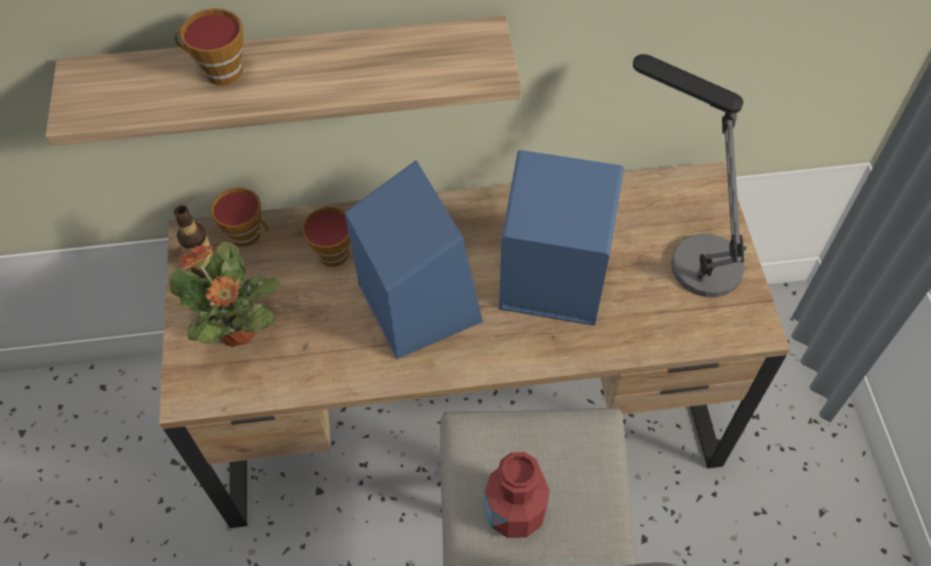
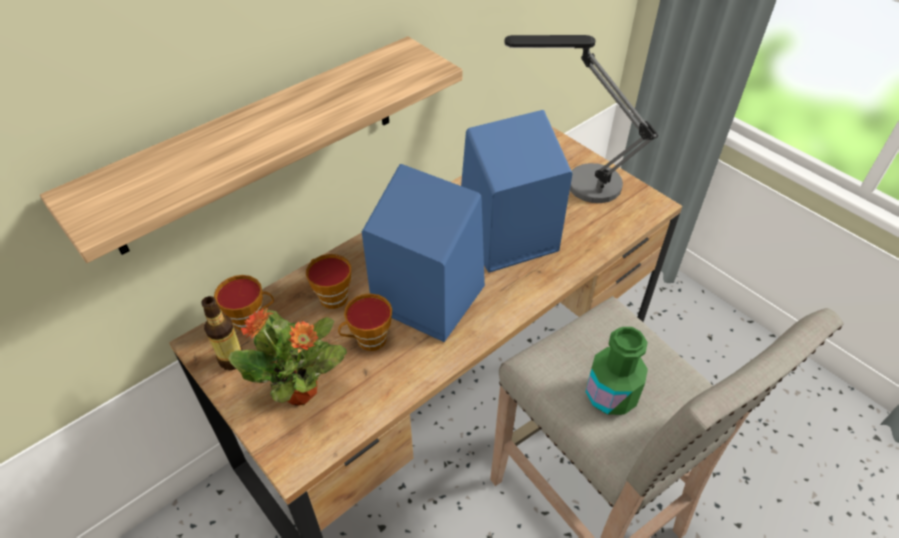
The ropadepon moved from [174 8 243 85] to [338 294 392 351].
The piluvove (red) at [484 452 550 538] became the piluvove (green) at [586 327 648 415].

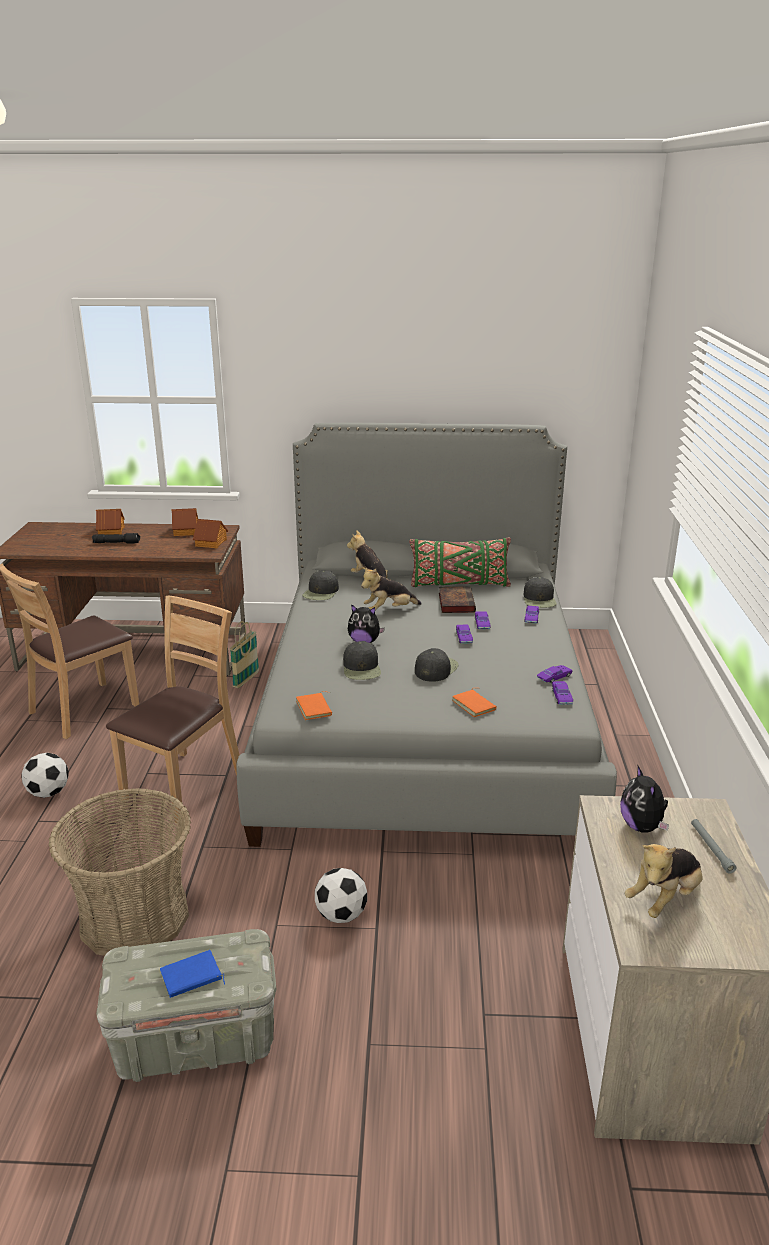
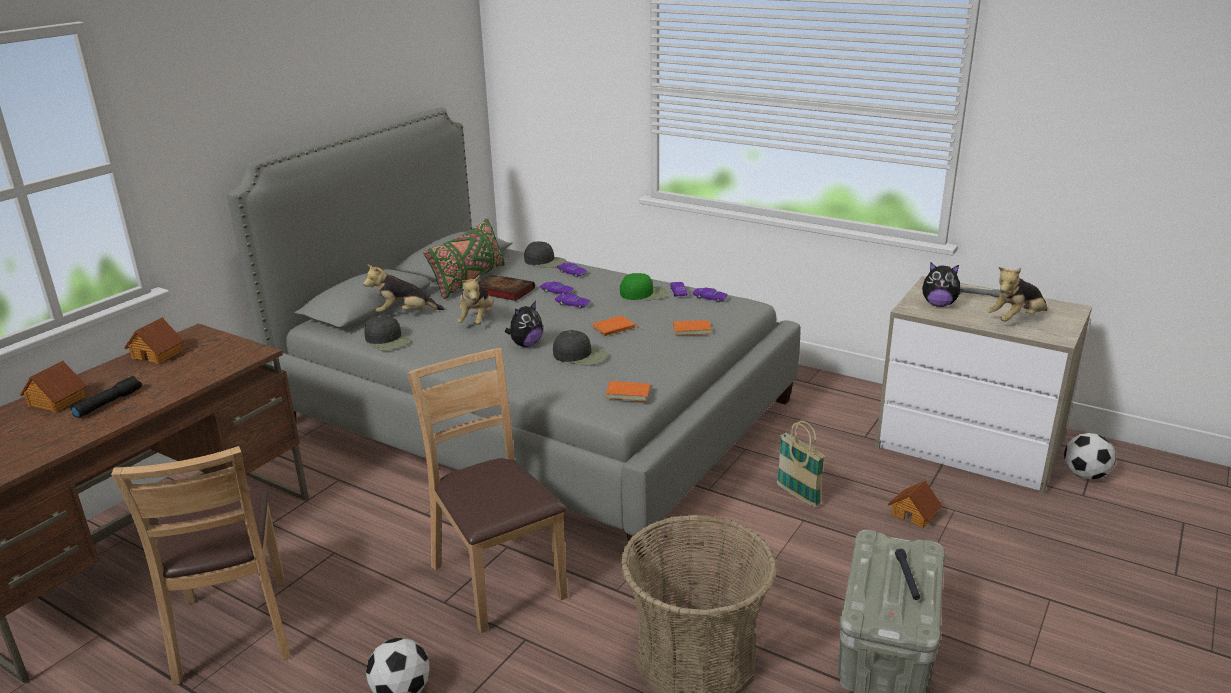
The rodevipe moved from [193 519 228 548] to [888 480 943 528].
The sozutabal moved from [230 621 259 688] to [777 421 825 507].
The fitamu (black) at [415 648 459 682] was replaced by the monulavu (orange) at [592 315 639 336].
The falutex at [624 844 703 918] turned 75 degrees clockwise.
The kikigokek moved from [315 868 367 923] to [1064 433 1116 479].
The monulavu (blue) at [160 950 225 998] was replaced by the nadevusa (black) at [895 548 920 600].
The fitamu (green) at [620 273 668 300] appeared.

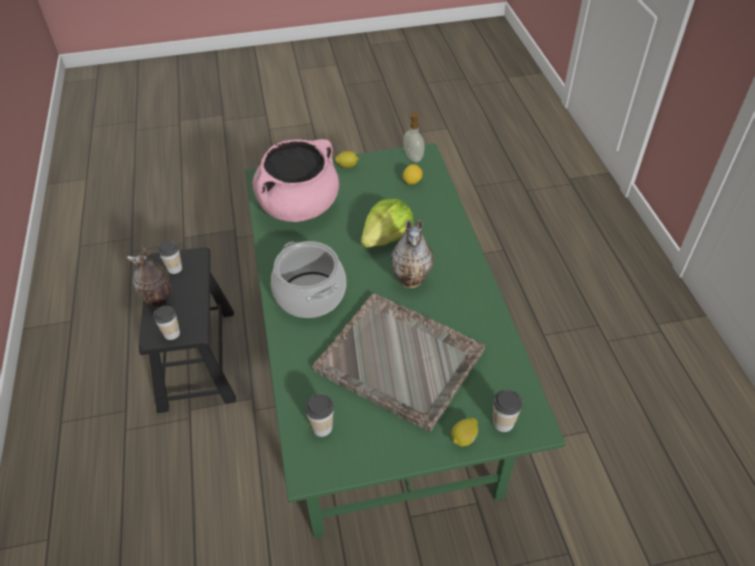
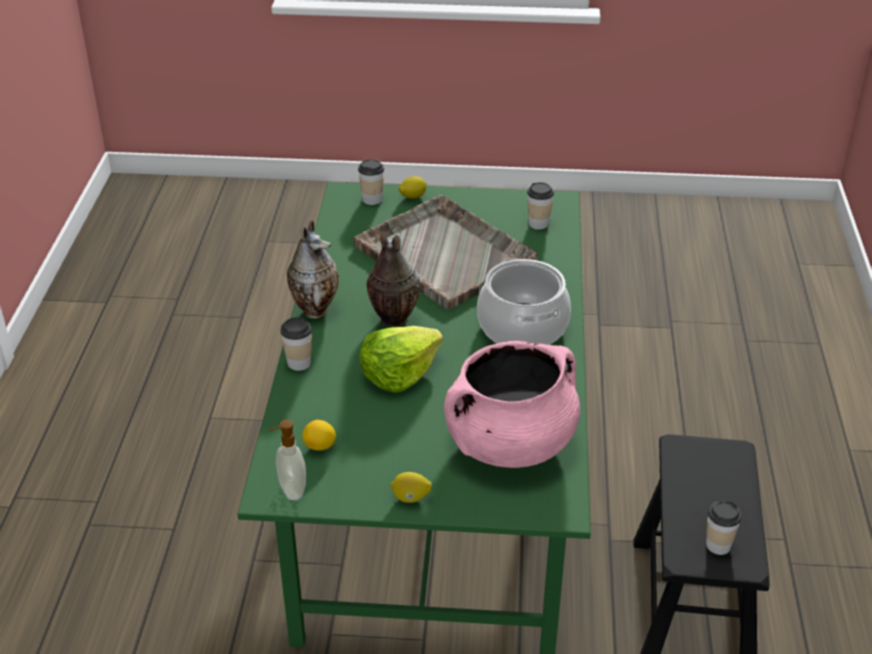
The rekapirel moved from [127 247 172 308] to [287 220 339 319].
The ropadepon moved from [153 306 180 340] to [280 317 312 371].

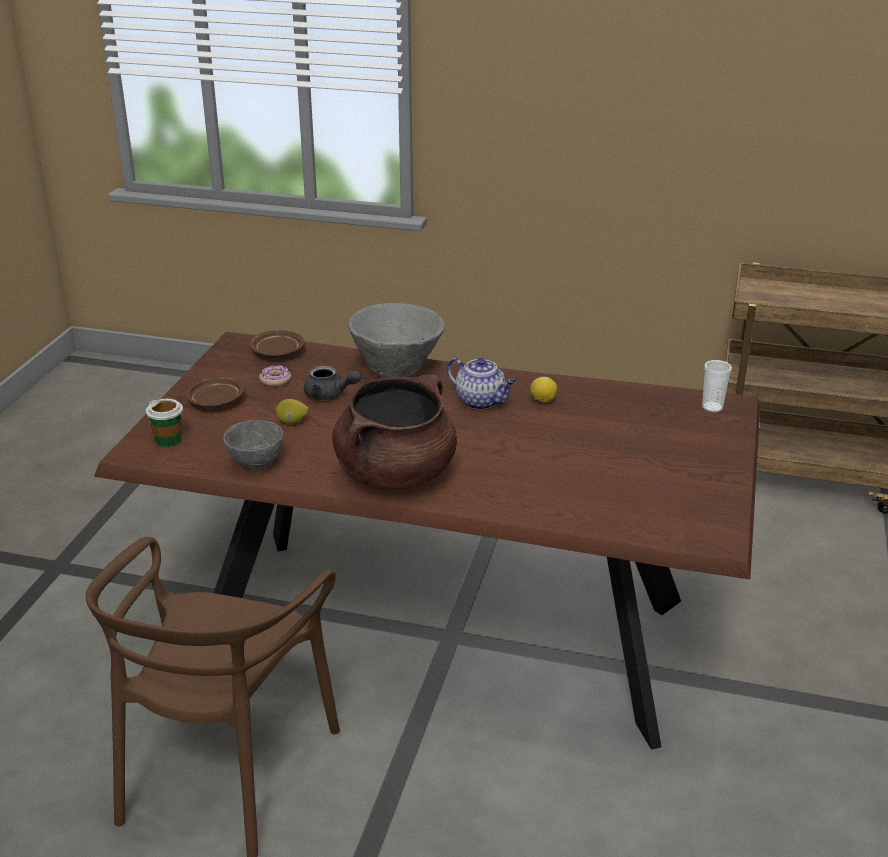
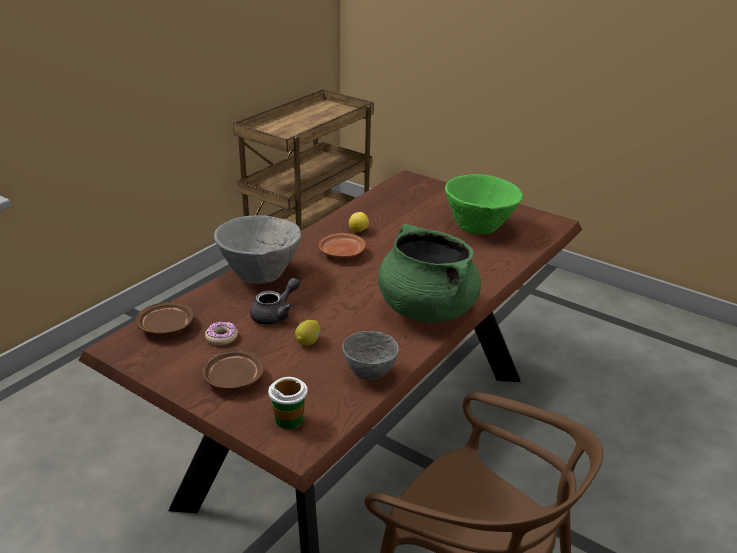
The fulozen at [447 358 516 410] was replaced by the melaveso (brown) at [319 233 366 258].
The ropadepon at [702 360 732 412] disappeared.
The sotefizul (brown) at [332 375 457 491] became the sotefizul (green) at [378 224 481 323].
The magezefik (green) at [445 174 523 234] appeared.

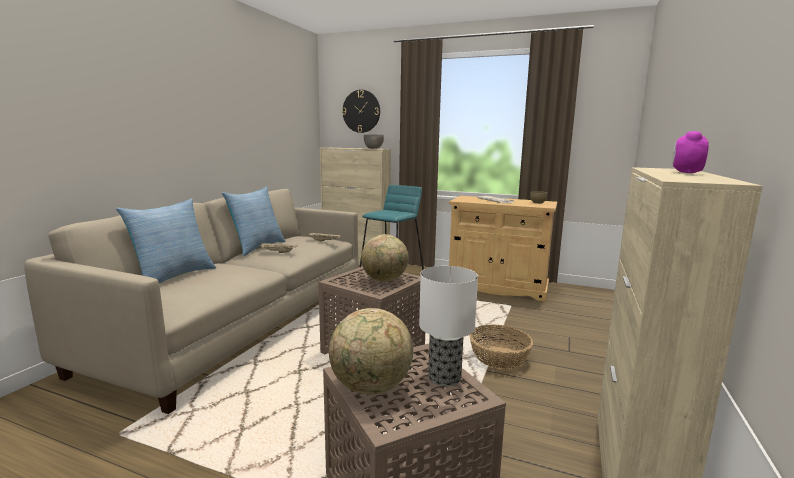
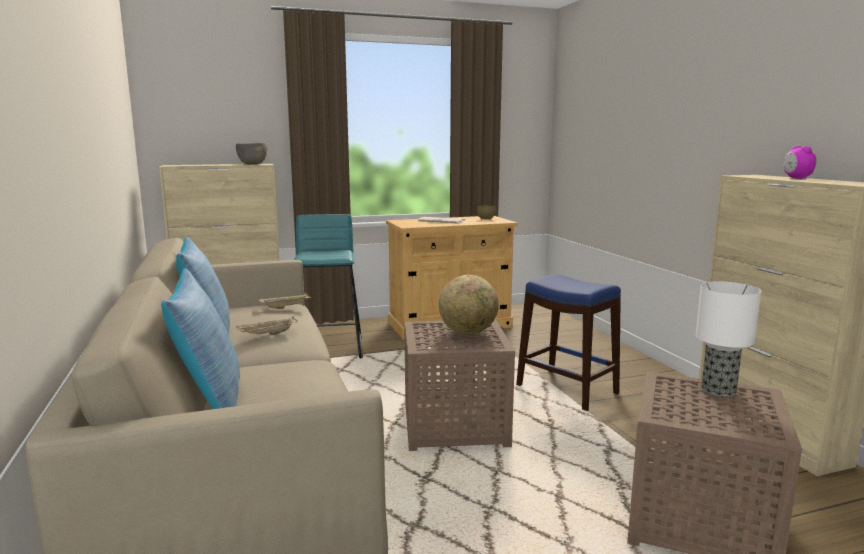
The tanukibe at [342 90 380 133] disappeared.
The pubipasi at [329 308 413 395] disappeared.
The sozutabal at [469 325 533 370] was replaced by the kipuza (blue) at [516 274 621 411].

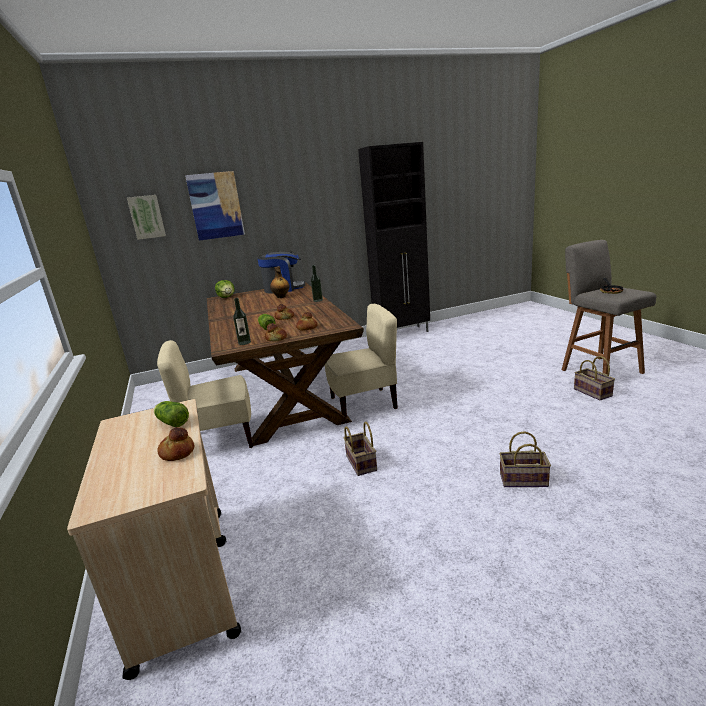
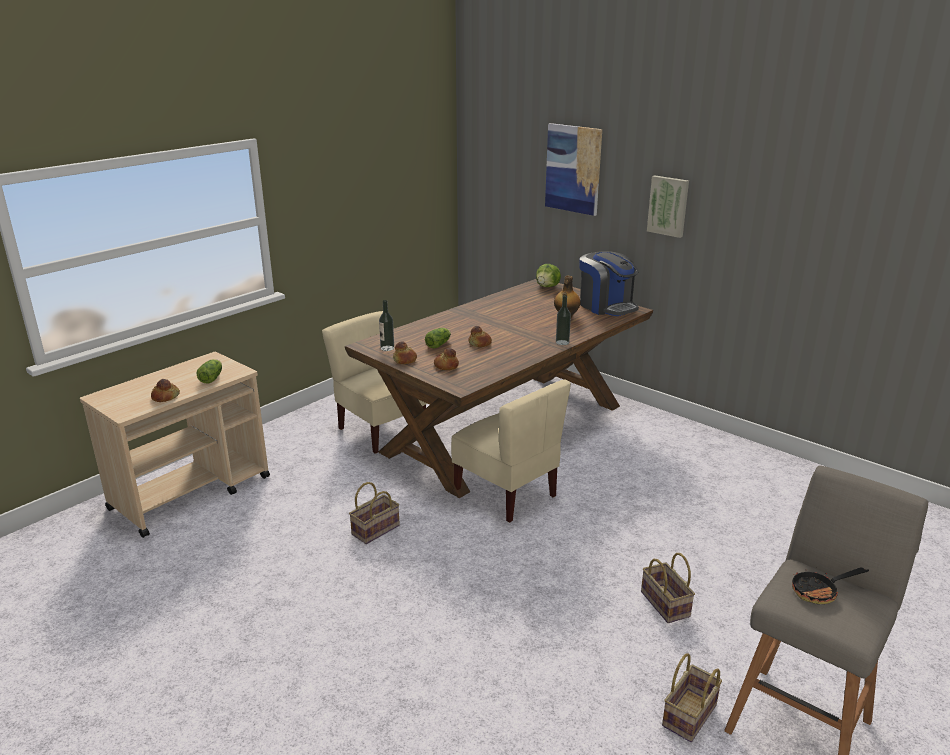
The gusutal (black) at [358 142 430 332] disappeared.
The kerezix moved from [127 195 166 240] to [647 176 689 238].
The sozutabal moved from [499 431 551 487] to [641 553 695 623].

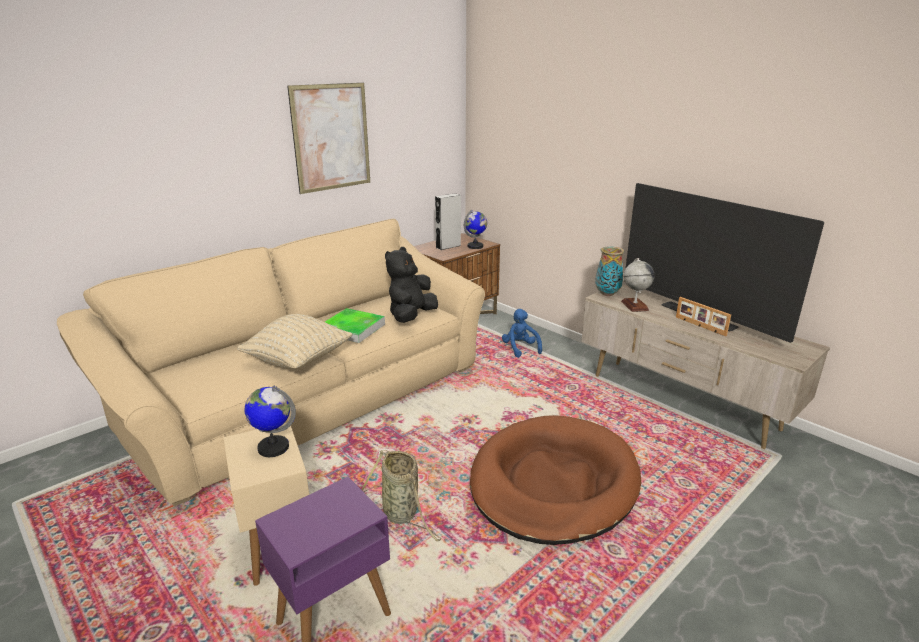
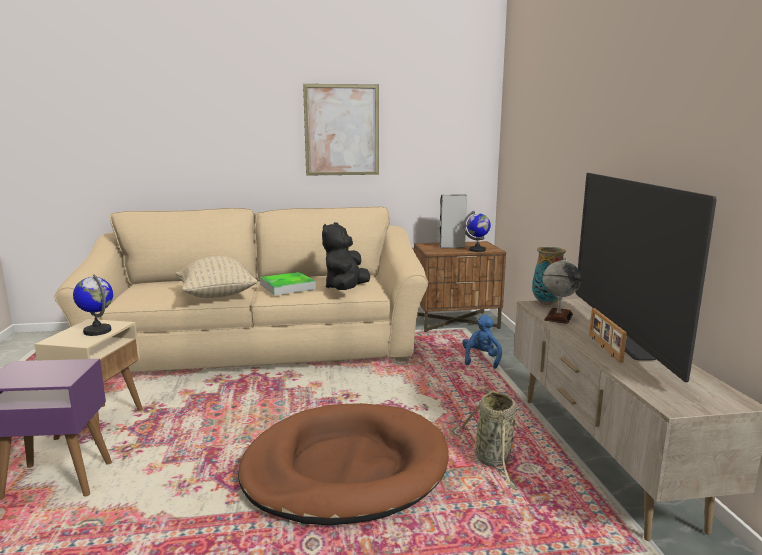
The falutex (black) at [385 247 438 323] turned 45 degrees counterclockwise.
The sozutabal moved from [362 450 441 541] to [459 389 518 490].

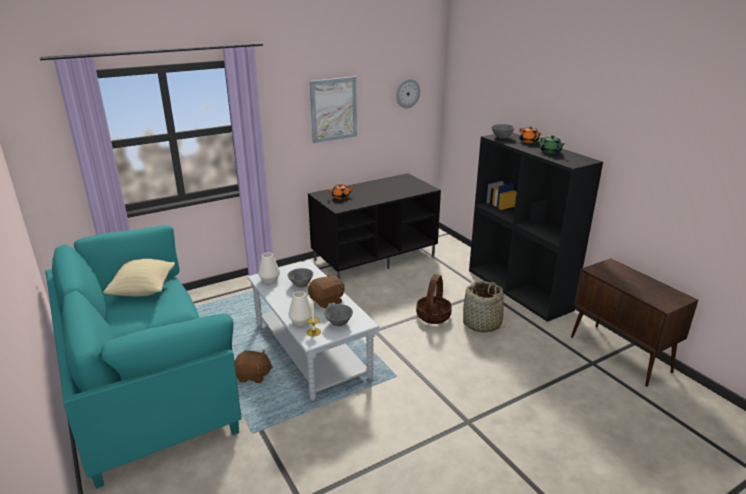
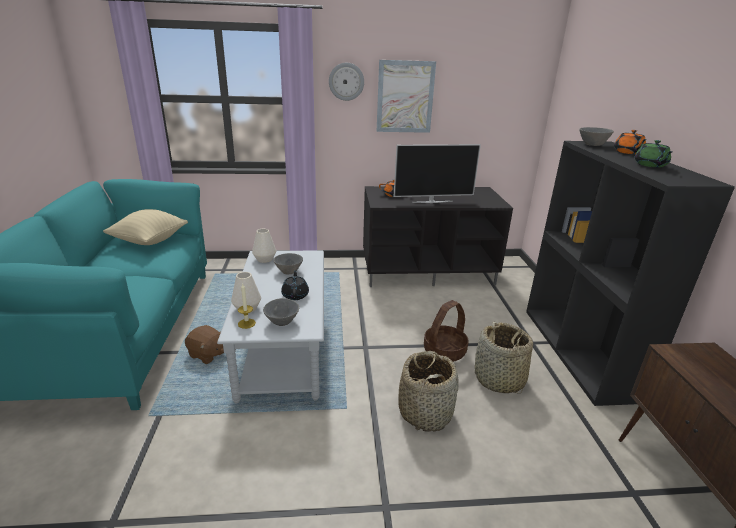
The tanukibe moved from [396 79 420 108] to [329 63 364 101].
The falutex (brown) at [308 274 345 309] was replaced by the fulozen (black) at [281 270 309 300].
The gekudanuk at [393 144 481 203] appeared.
The sozutabal at [398 351 459 432] appeared.

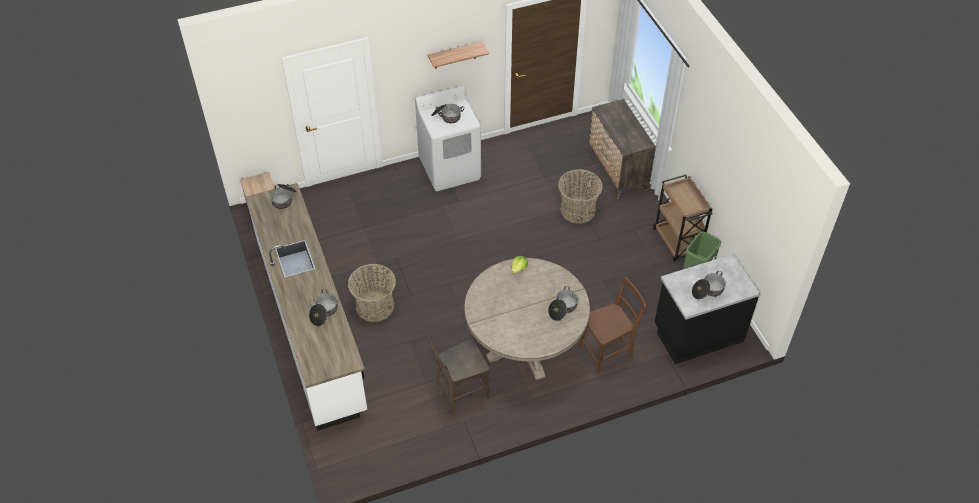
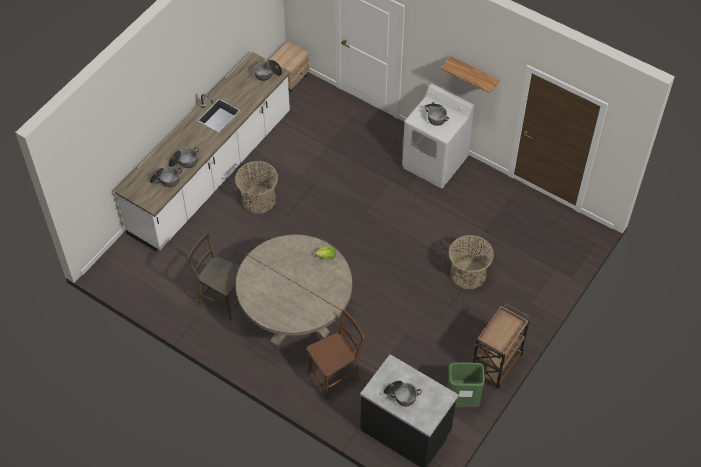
The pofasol at [589 99 656 199] disappeared.
The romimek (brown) at [579 277 646 374] turned 60 degrees counterclockwise.
The sotefizul moved from [548 286 578 321] to [150 167 182 187].

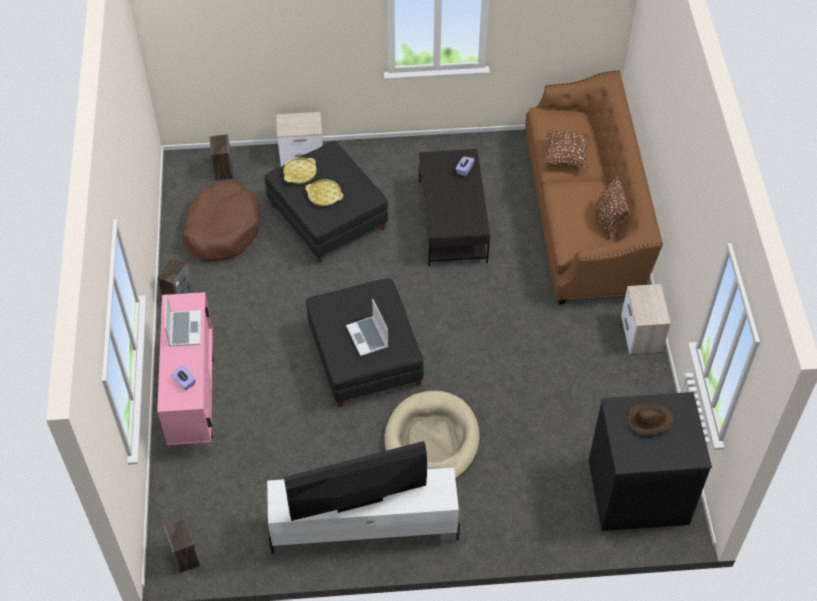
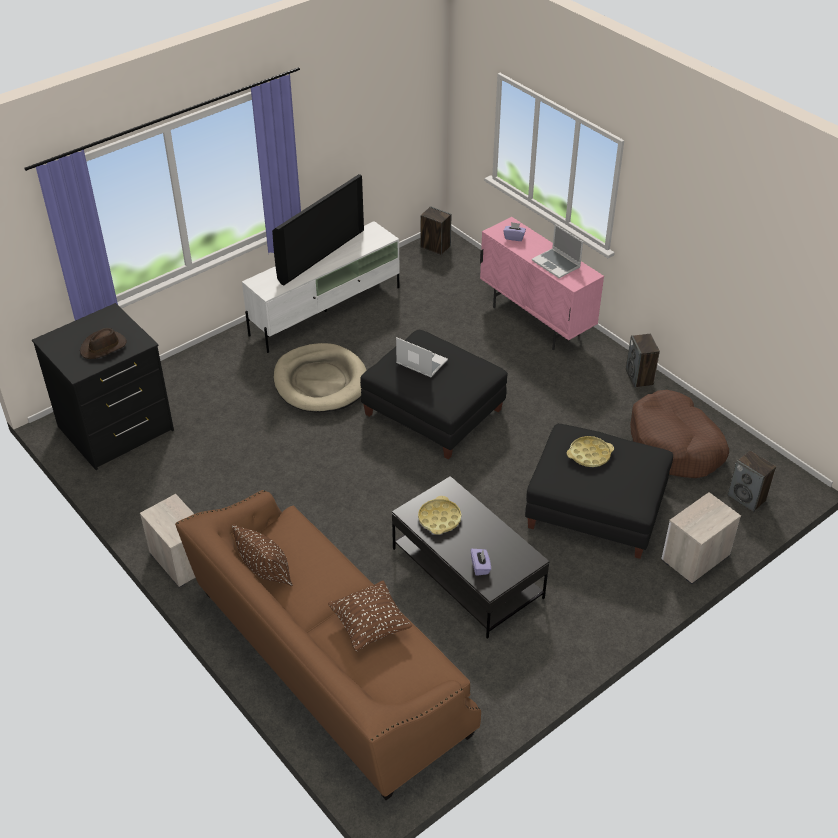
The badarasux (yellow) moved from [283 157 317 184] to [418 496 461 534].

